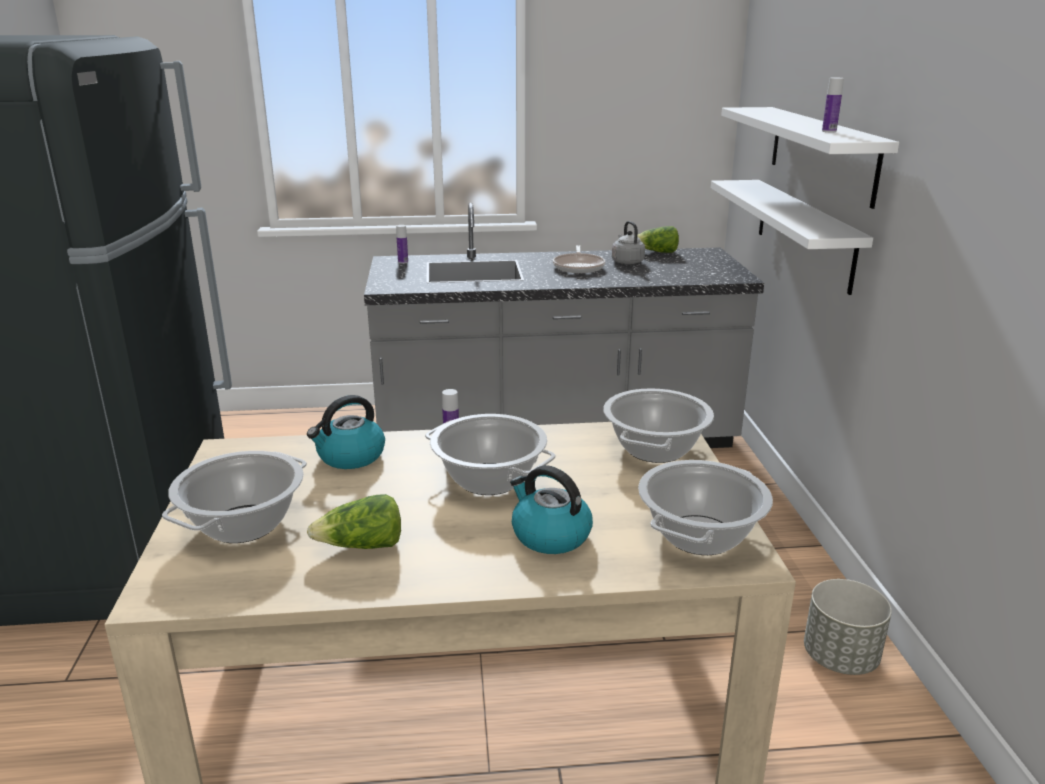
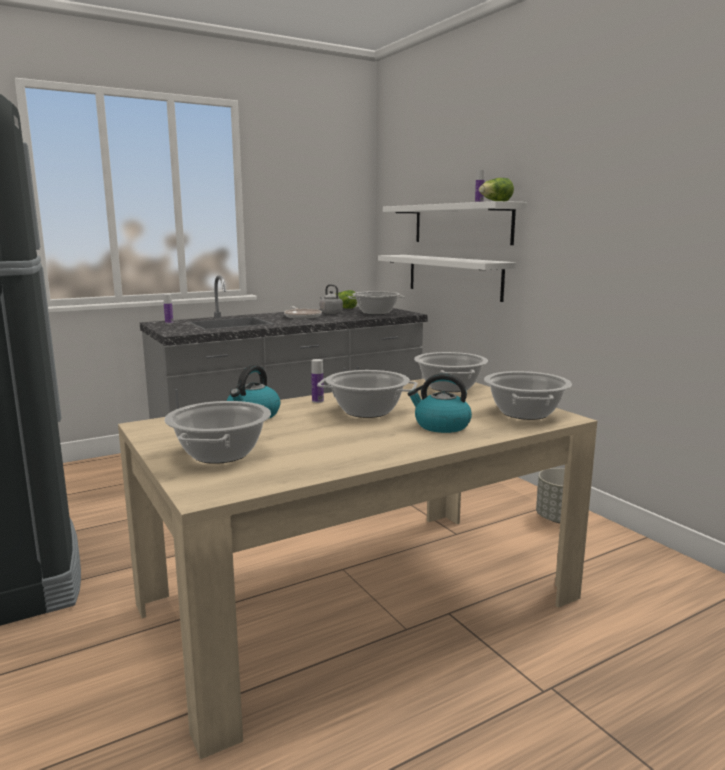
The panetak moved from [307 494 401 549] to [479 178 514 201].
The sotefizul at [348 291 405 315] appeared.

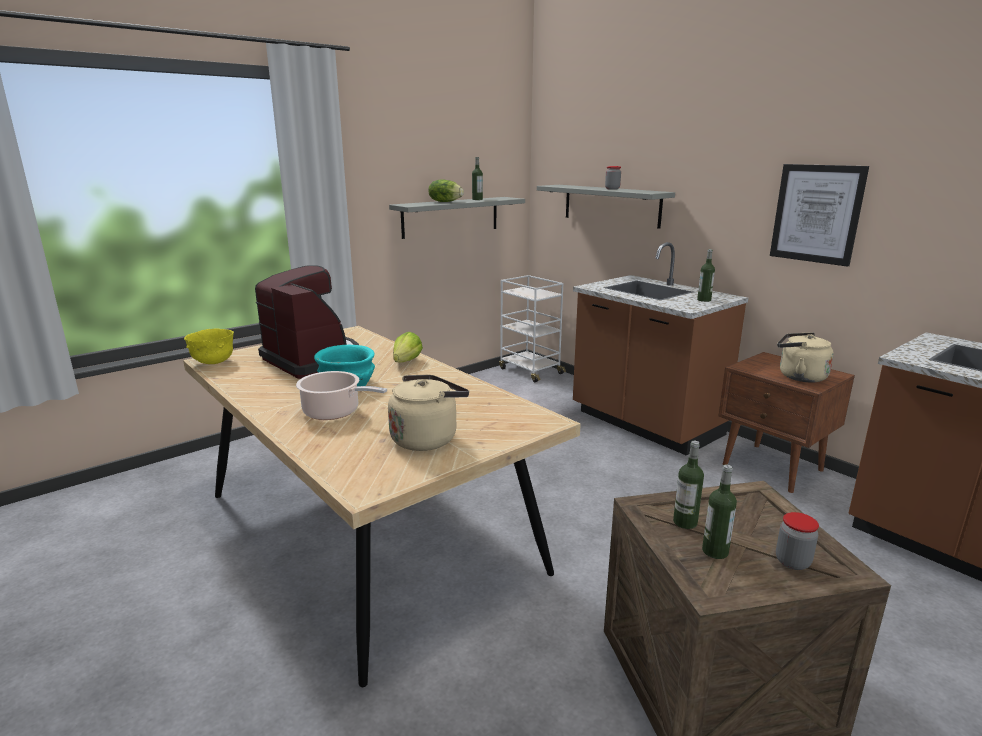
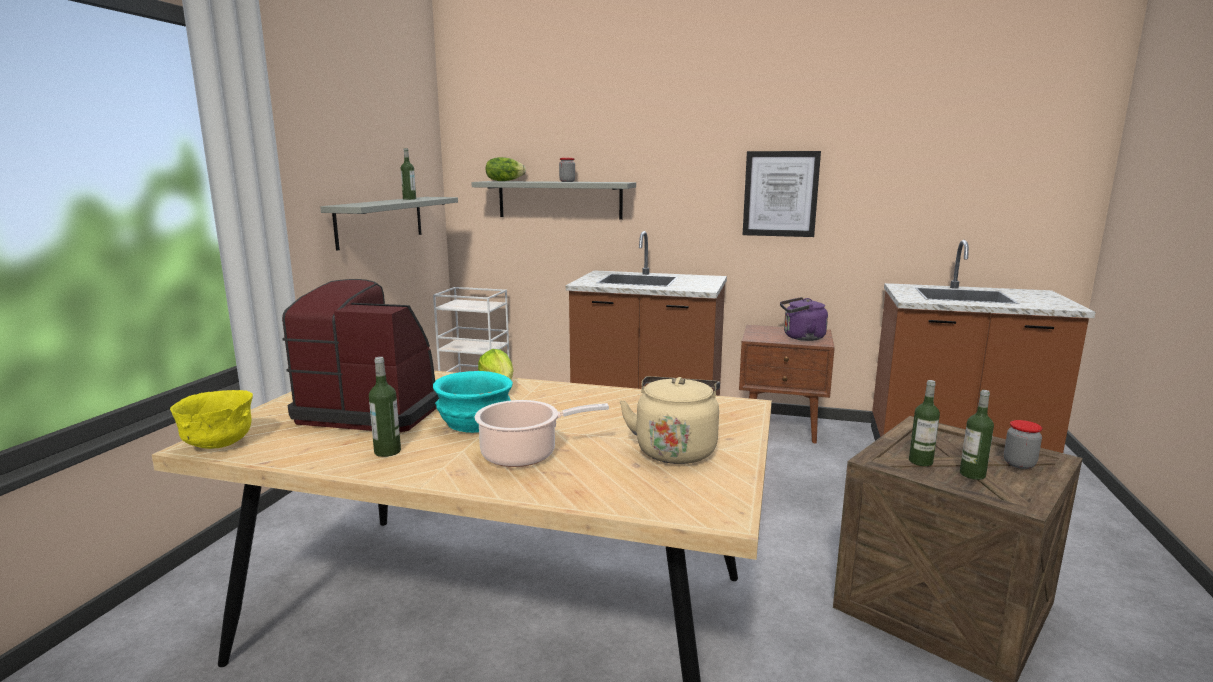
The panetak moved from [428 179 464 202] to [485 157 526 181].
The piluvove moved from [697 249 715 302] to [369 357 401 457].
The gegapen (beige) at [777 332 834 383] became the gegapen (purple) at [780 297 828 341].

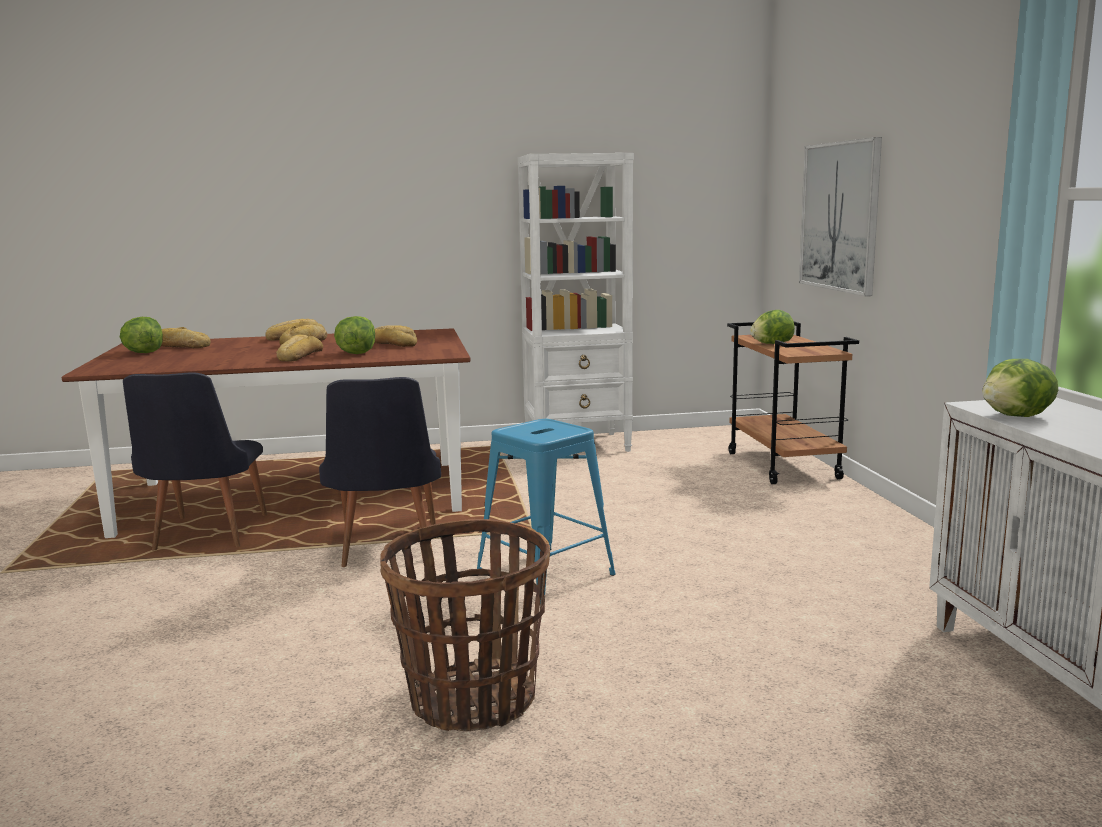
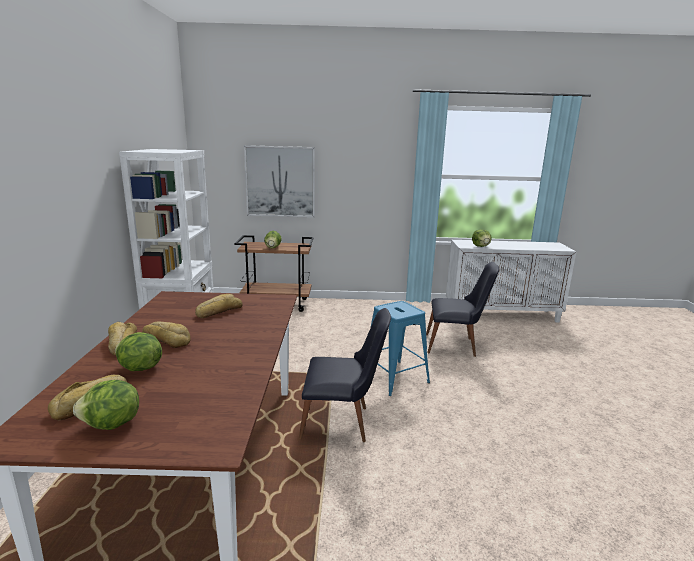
The panetak moved from [334 316 375 354] to [115 332 162 371].
The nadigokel at [276 335 323 361] disappeared.
The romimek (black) moved from [123 372 267 550] to [426 262 499 357].
The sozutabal at [380 519 550 731] disappeared.

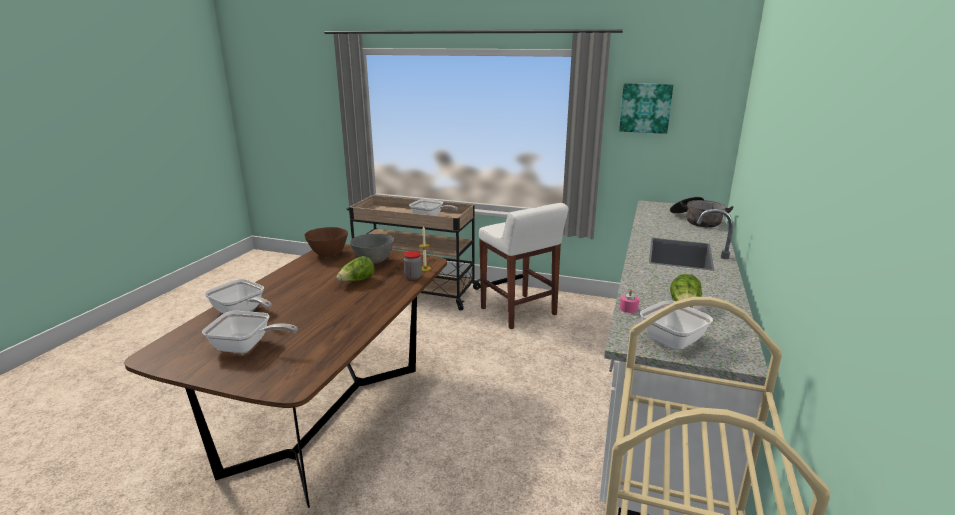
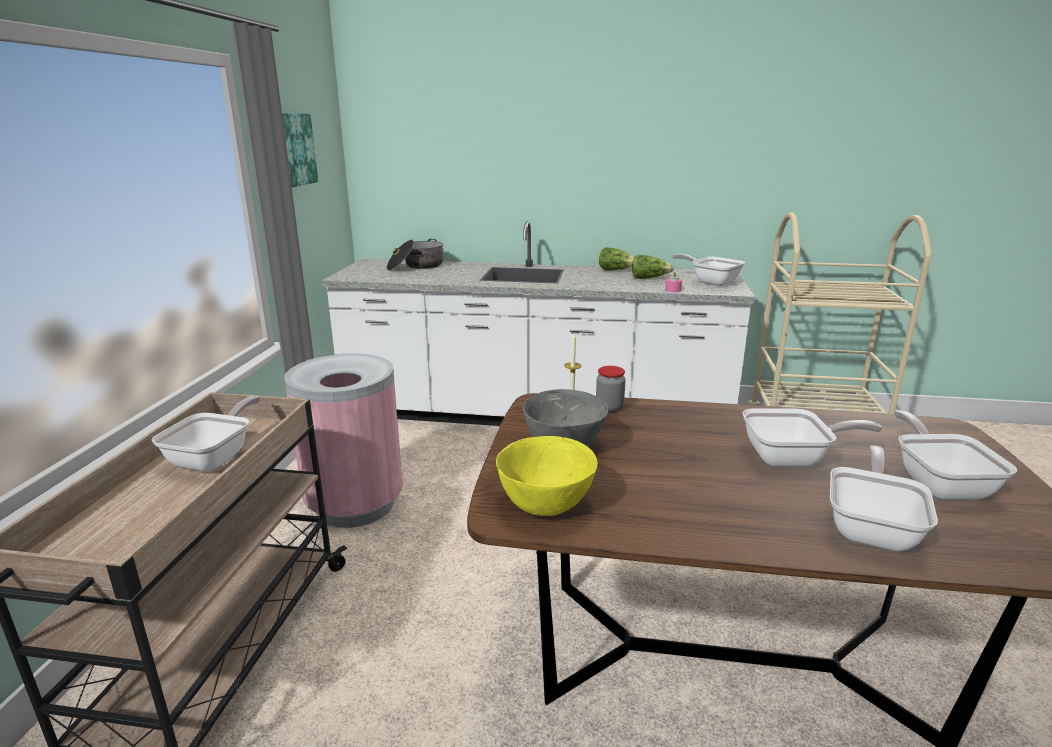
The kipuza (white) at [479 203 569 329] was replaced by the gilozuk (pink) at [284 353 403 528].
The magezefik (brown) at [305 227 348 257] became the magezefik (yellow) at [496 436 598 516].
The panetak moved from [336 256 375 281] to [599 247 634 270].
The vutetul at [742 408 882 467] appeared.

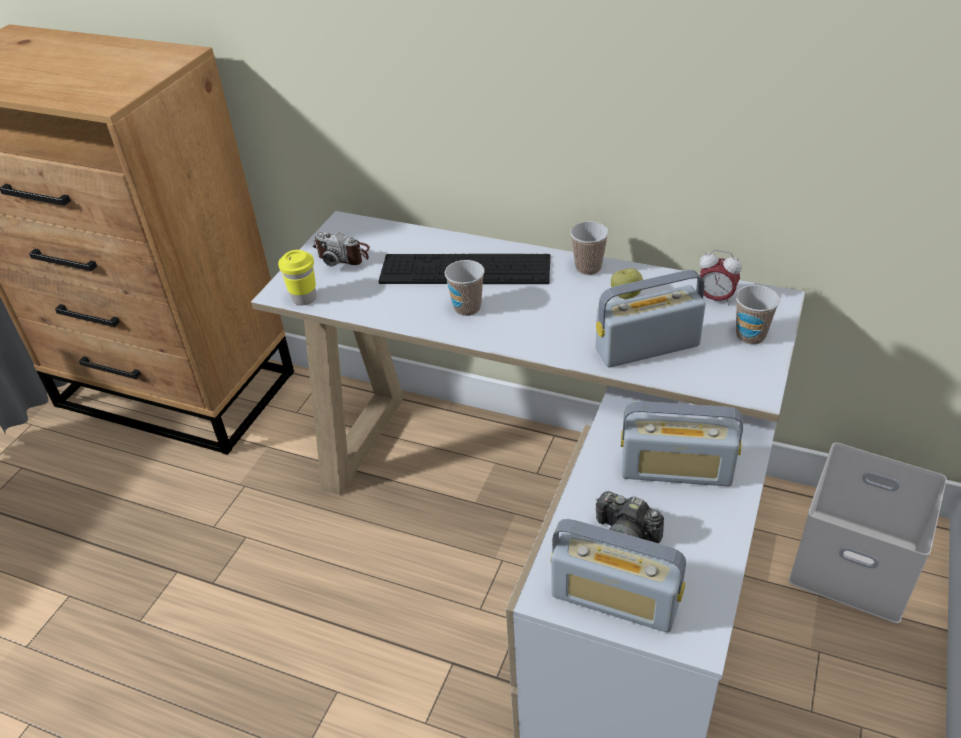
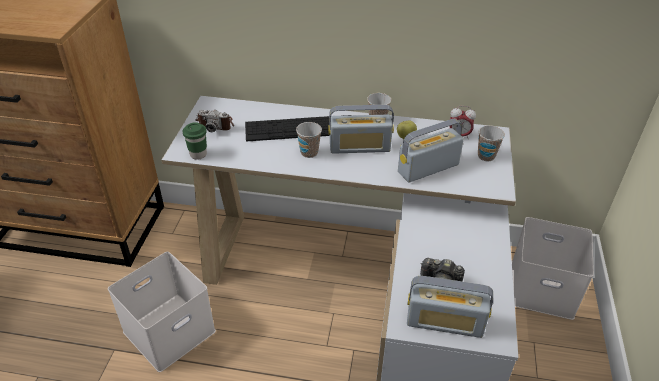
The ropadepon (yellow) at [278 250 316 305] became the ropadepon (green) at [182 122 207 160].
The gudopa moved from [621 401 743 486] to [329 105 394 154].
The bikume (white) at [108 252 216 372] appeared.

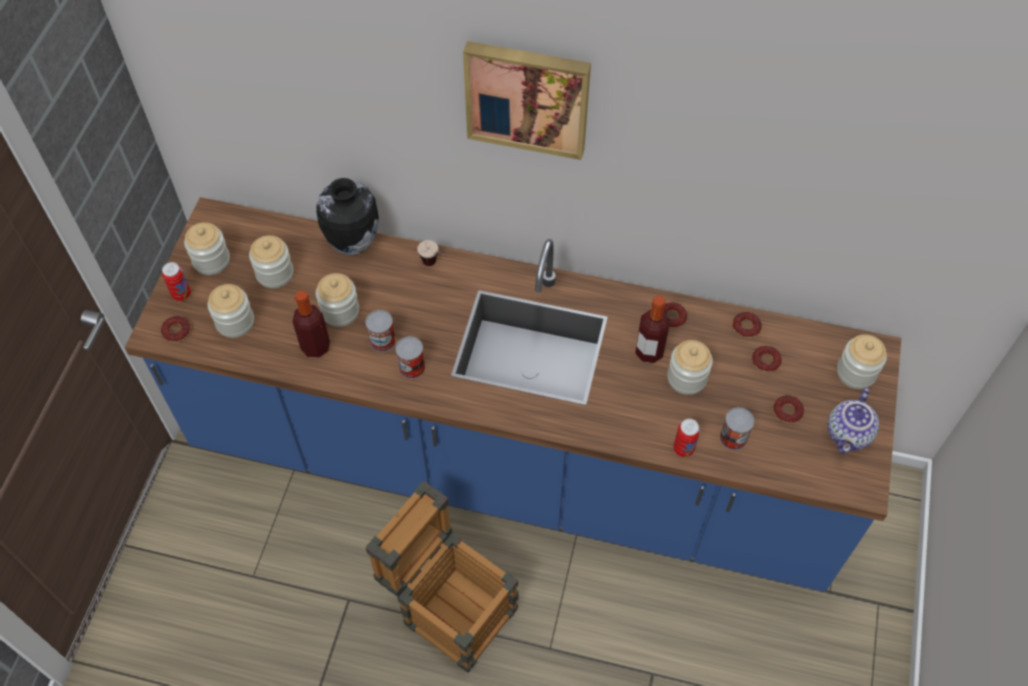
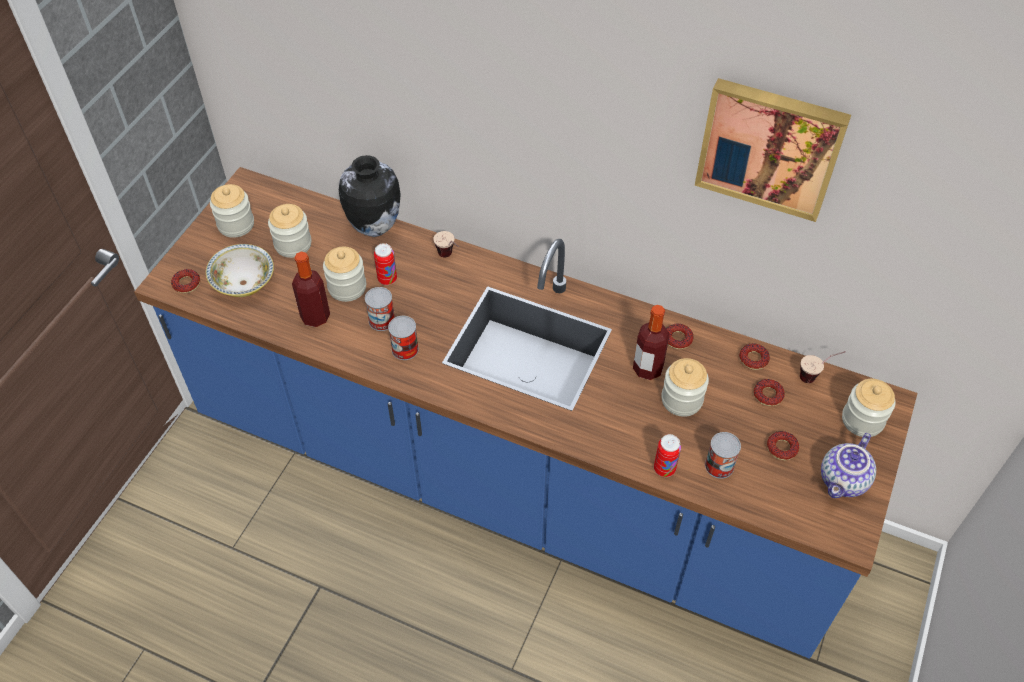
The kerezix moved from [463 41 591 160] to [695 78 851 222].
The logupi moved from [162 262 191 301] to [374 243 397 285].
The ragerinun at [208 284 254 338] was replaced by the magezefik at [206 244 274 297].
The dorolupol at [365 481 519 673] disappeared.
The ropadepon at [800 351 846 383] appeared.

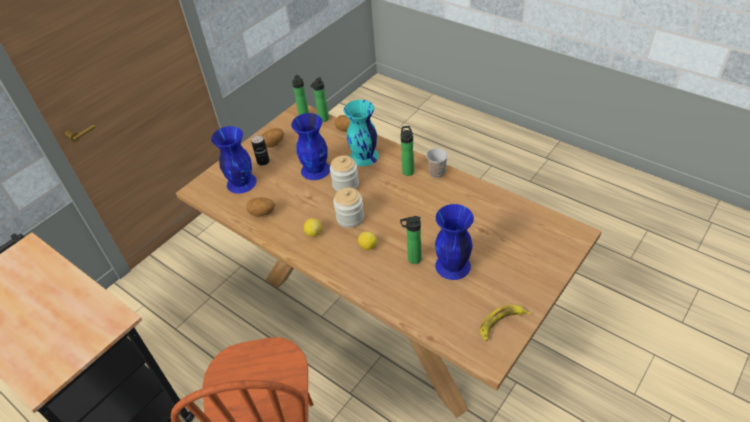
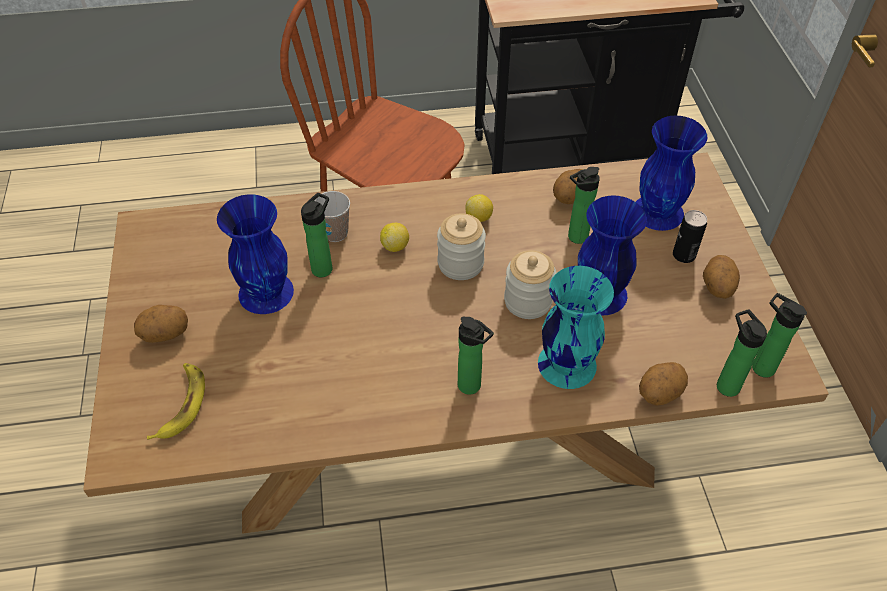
The ropadepon moved from [426 148 448 178] to [315 191 350 242].
The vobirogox moved from [480 305 531 341] to [147 363 205 440].
The piluvove at [568 167 600 244] appeared.
The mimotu at [134 305 188 343] appeared.

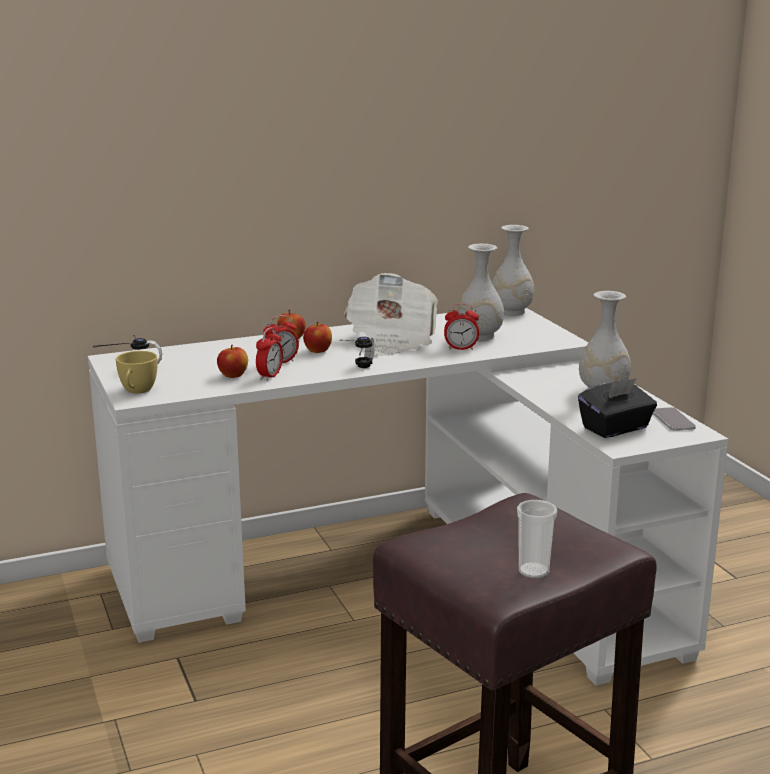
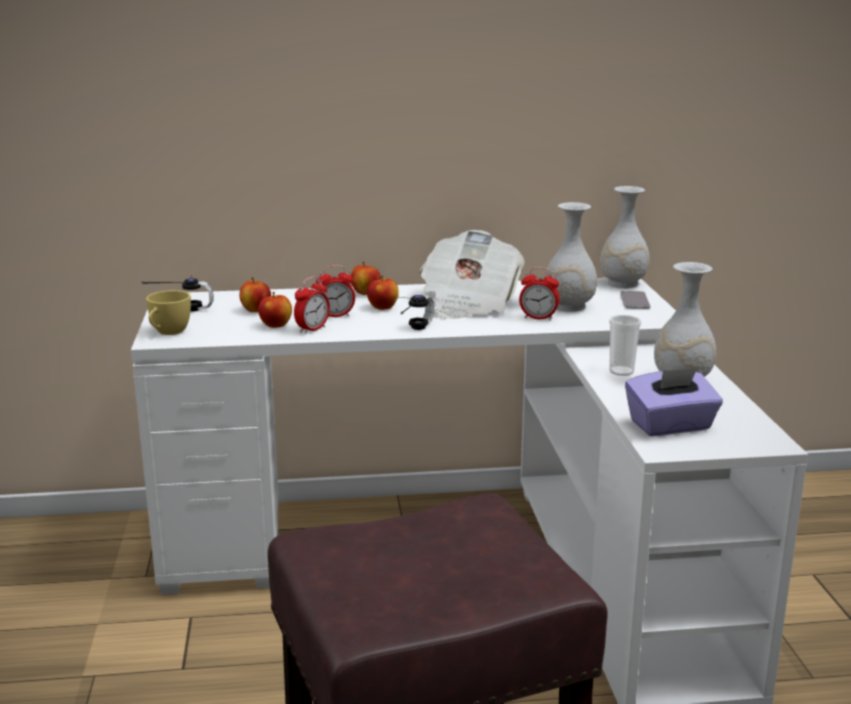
The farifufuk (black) at [578 378 657 438] became the farifufuk (purple) at [625 368 723 436].
The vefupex moved from [653 407 696 431] to [621 291 651 309].
The ropadepon moved from [517 500 557 578] to [609 315 641 376].
The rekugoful at [239 277 271 312] appeared.

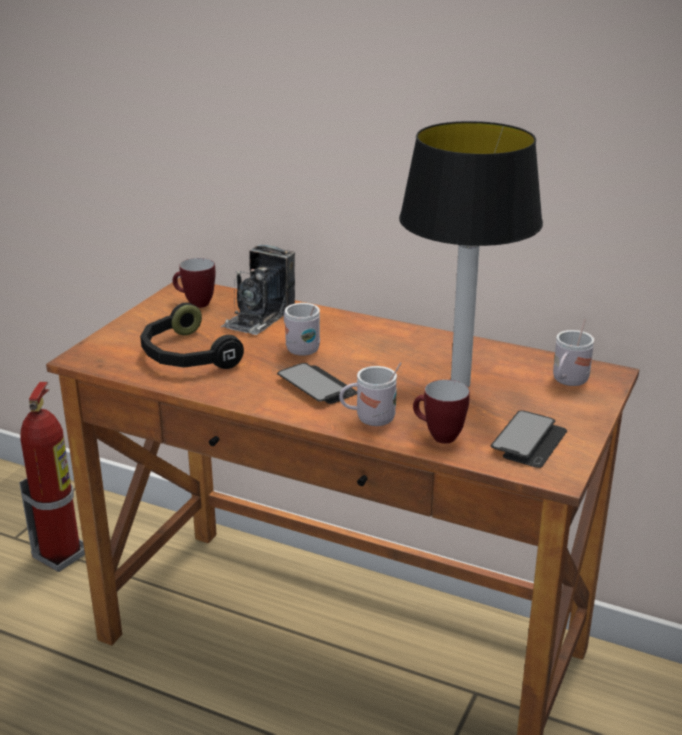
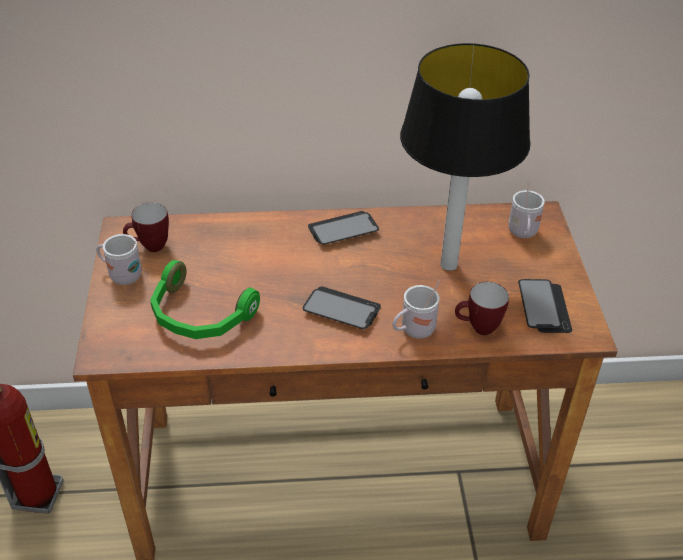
The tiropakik at [221 244 295 335] disappeared.
The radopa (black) at [140 303 244 369] became the radopa (green) at [150 260 260 339].
The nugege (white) moved from [284 303 320 356] to [96 234 142 285].
The vefupex at [308 211 379 245] appeared.

